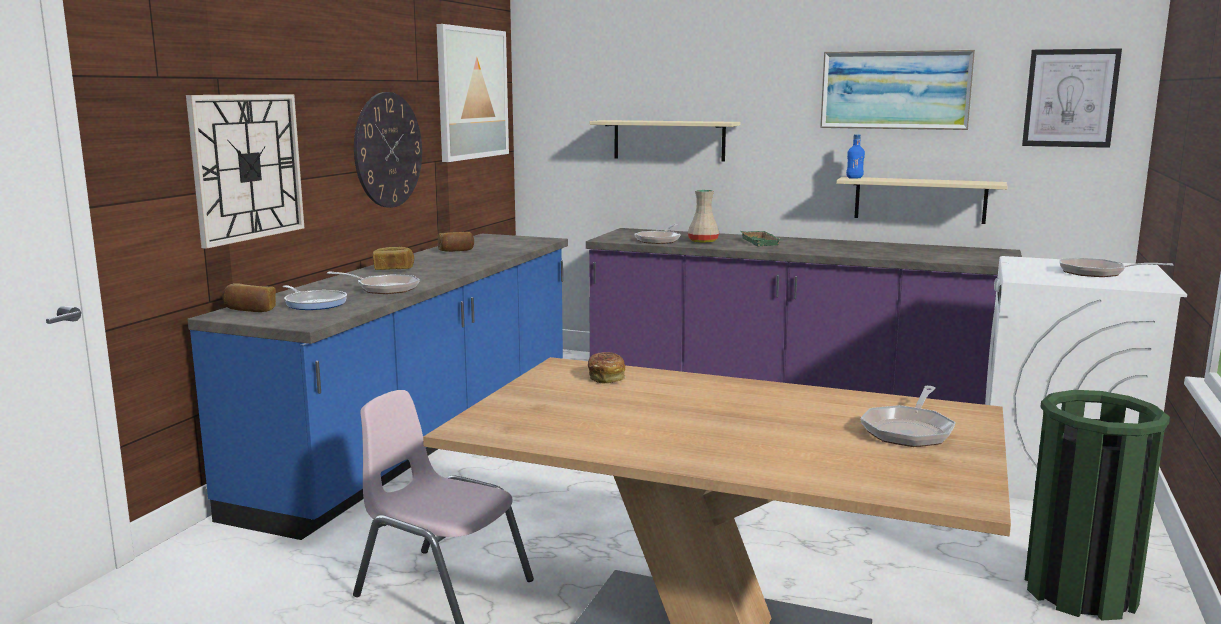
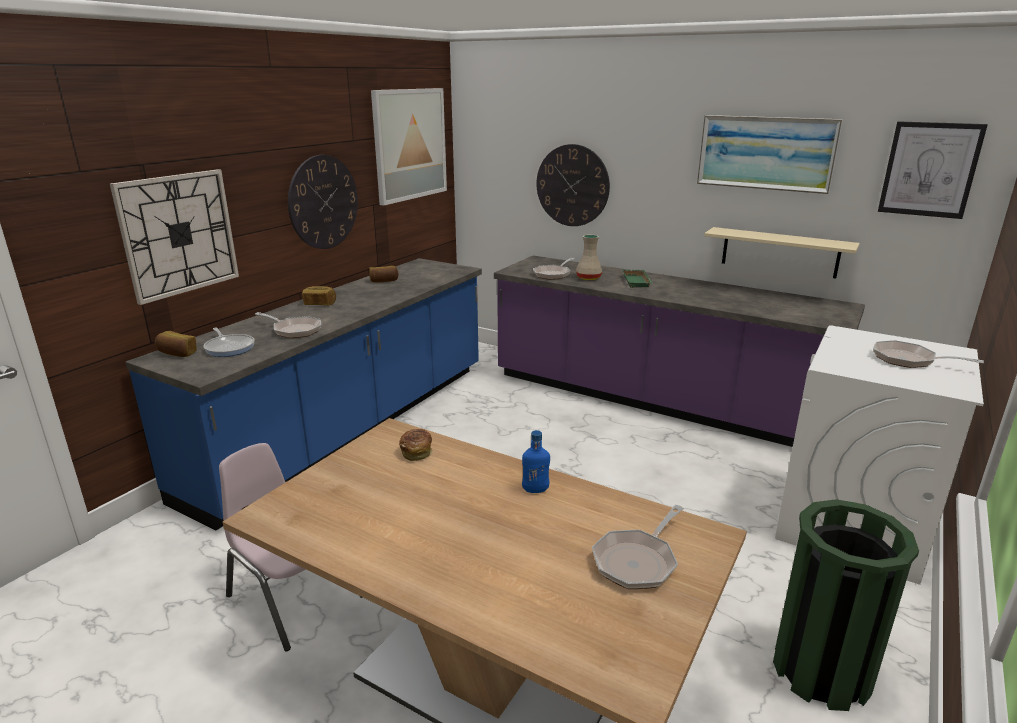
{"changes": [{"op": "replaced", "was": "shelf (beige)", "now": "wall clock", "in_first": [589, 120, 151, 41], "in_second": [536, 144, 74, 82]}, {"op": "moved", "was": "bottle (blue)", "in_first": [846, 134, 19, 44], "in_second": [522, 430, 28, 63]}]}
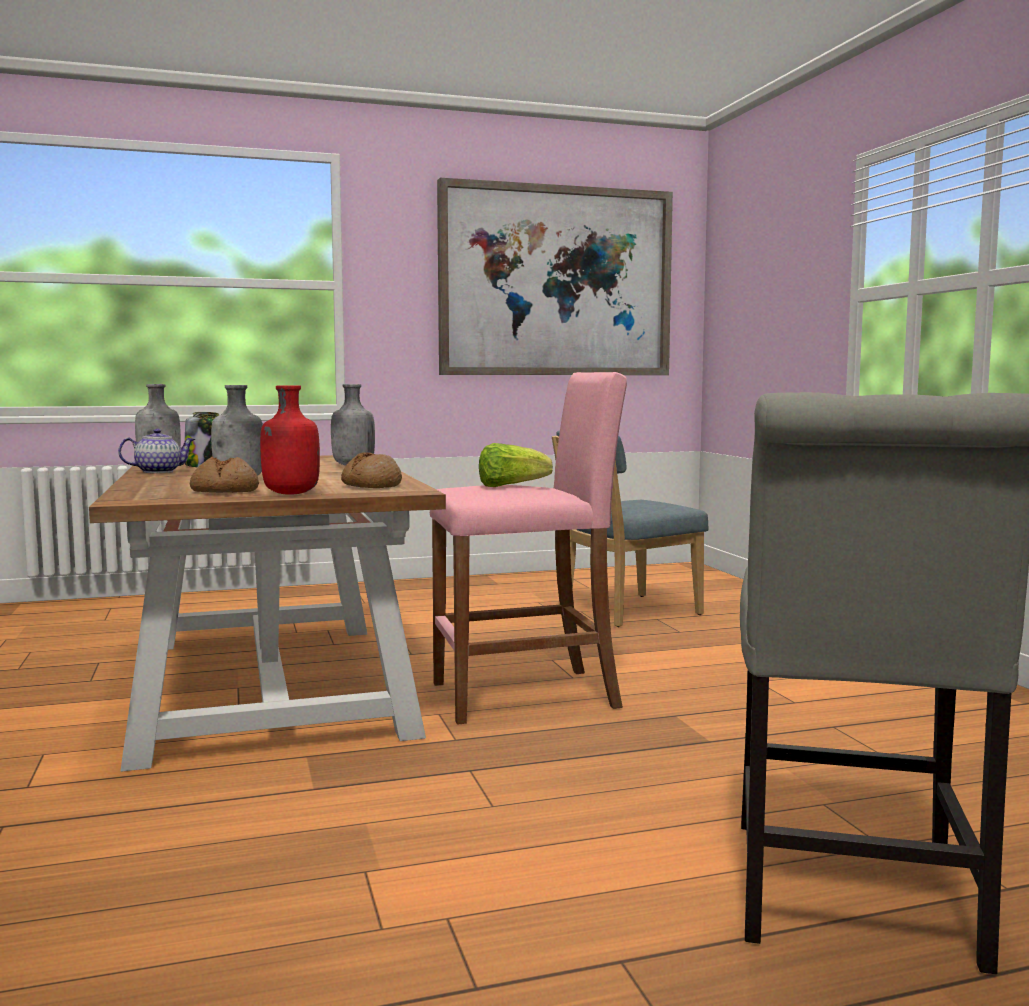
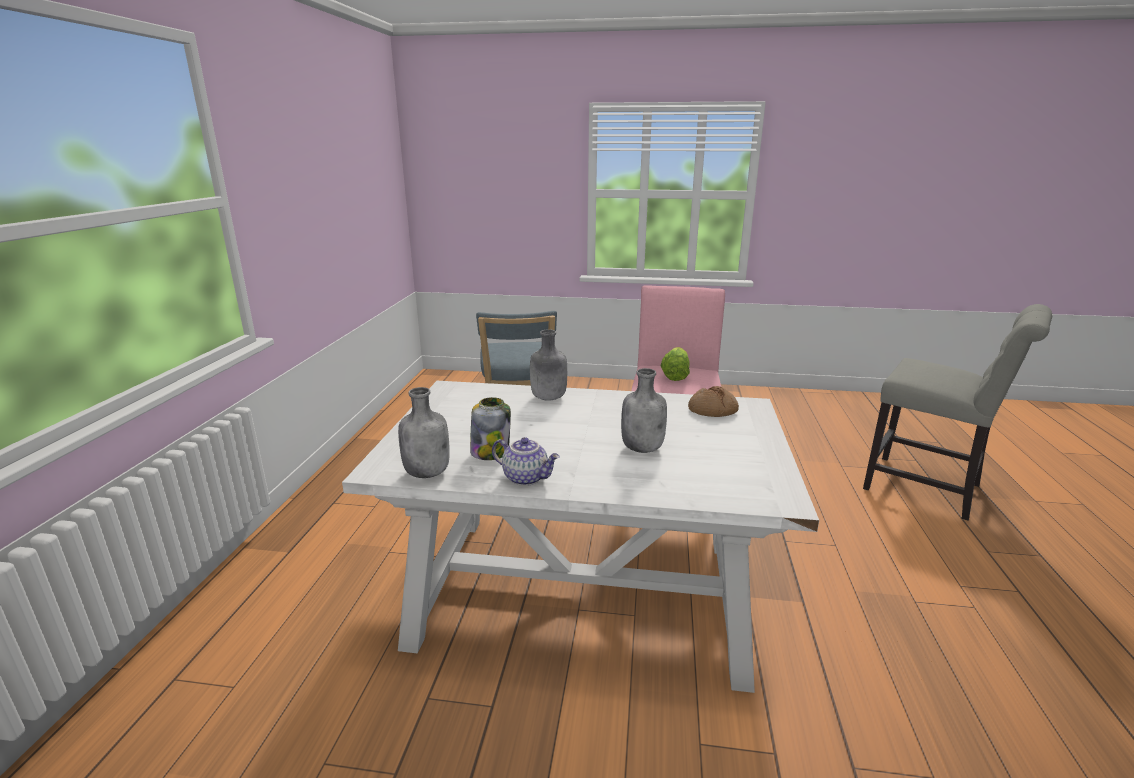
{"changes": [{"op": "recoloured", "was": "dining table (brown)", "now": "dining table (white)", "in_first": [89, 455, 357, 317], "in_second": [342, 381, 477, 312]}, {"op": "turned", "was": "teapot", "in_first": [118, 429, 77, 44], "in_second": [492, 437, 68, 49], "clockwise": 120}, {"op": "removed", "was": "bread", "in_first": [190, 457, 69, 36]}, {"op": "removed", "was": "bottle (red)", "in_first": [260, 385, 60, 110]}, {"op": "removed", "was": "picture", "in_first": [437, 178, 236, 197]}]}
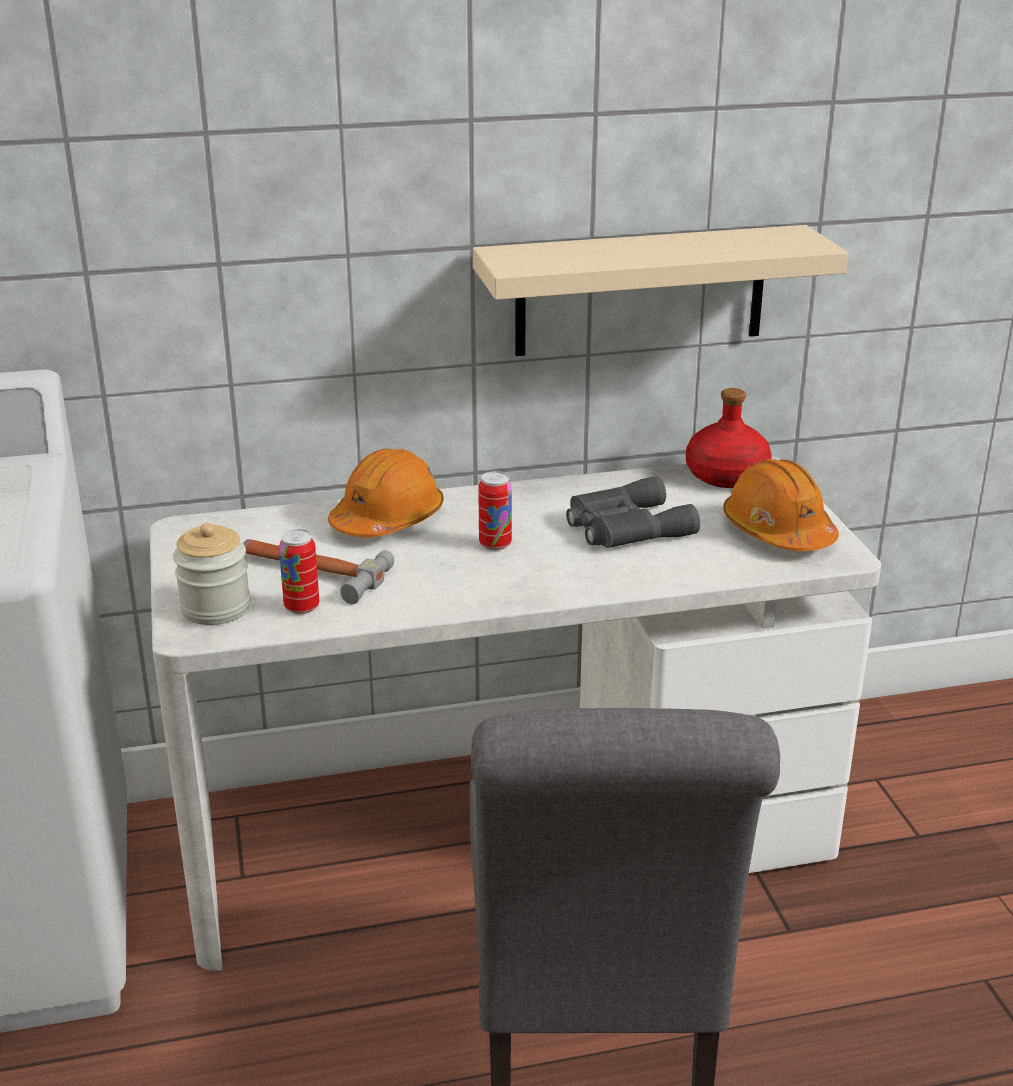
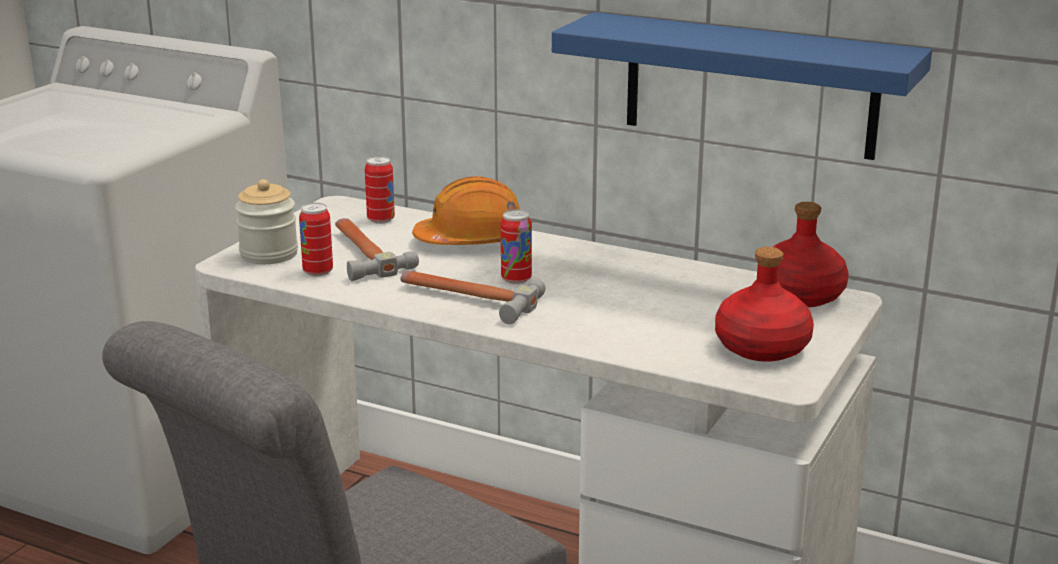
{"changes": [{"op": "recoloured", "was": "shelf (beige)", "now": "shelf (blue)", "in_first": [473, 225, 375, 131], "in_second": [552, 12, 380, 148]}, {"op": "removed", "was": "binoculars (grey)", "in_first": [566, 476, 134, 72]}, {"op": "replaced", "was": "hard hat (orange)", "now": "bottle (red)", "in_first": [723, 459, 116, 92], "in_second": [715, 247, 99, 115]}, {"op": "added", "now": "can", "in_second": [365, 156, 30, 68]}, {"op": "added", "now": "hammer", "in_second": [400, 271, 145, 53]}]}
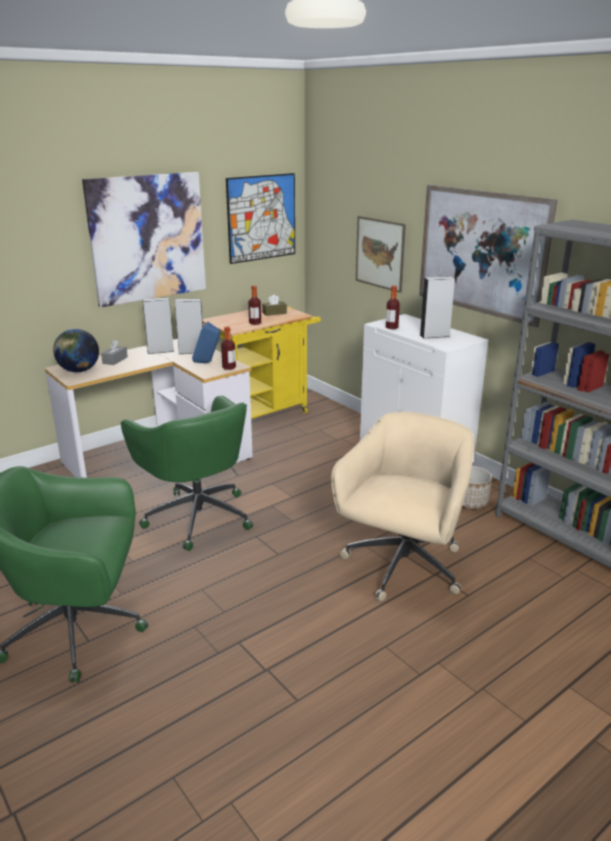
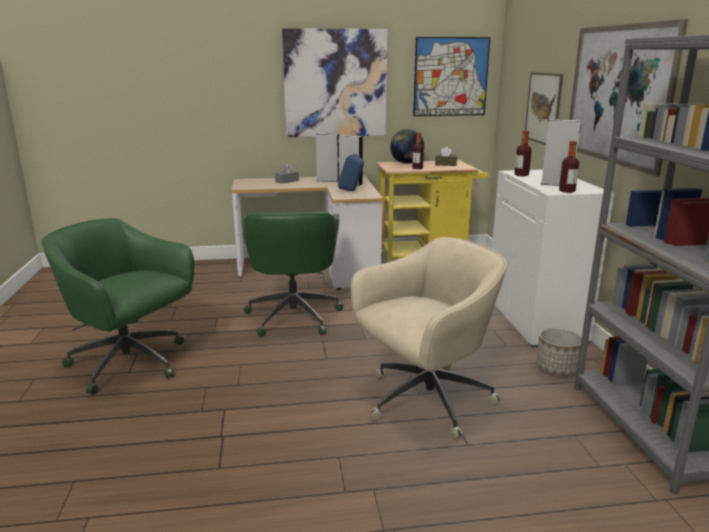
{"changes": [{"op": "moved", "was": "globe", "in_first": [53, 329, 46, 43], "in_second": [390, 129, 34, 35]}, {"op": "moved", "was": "bottle", "in_first": [221, 327, 15, 43], "in_second": [559, 141, 20, 52]}]}
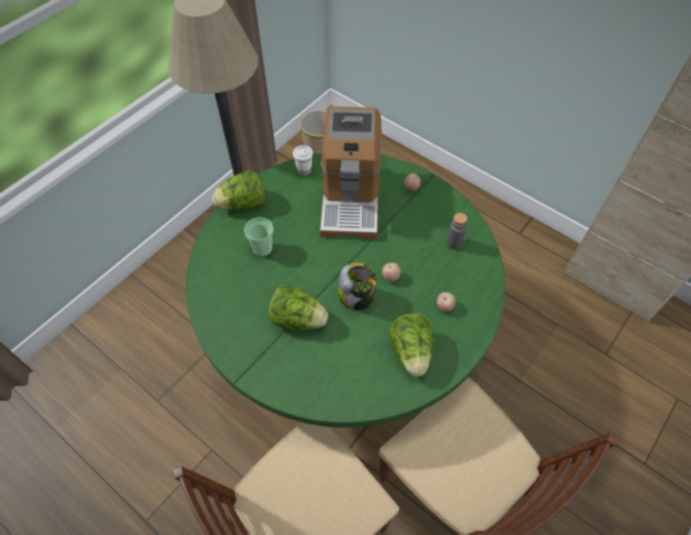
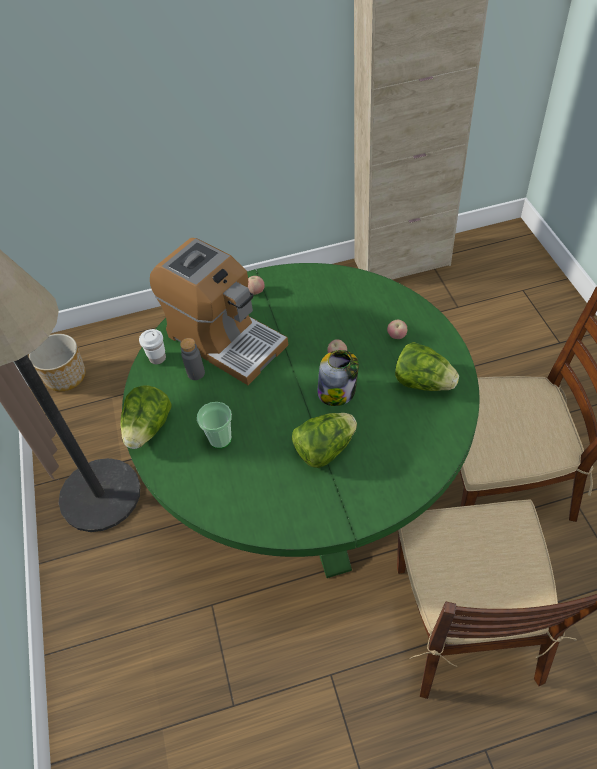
{"changes": [{"op": "moved", "was": "bottle (grey)", "in_first": [446, 213, 21, 36], "in_second": [180, 338, 25, 42]}]}
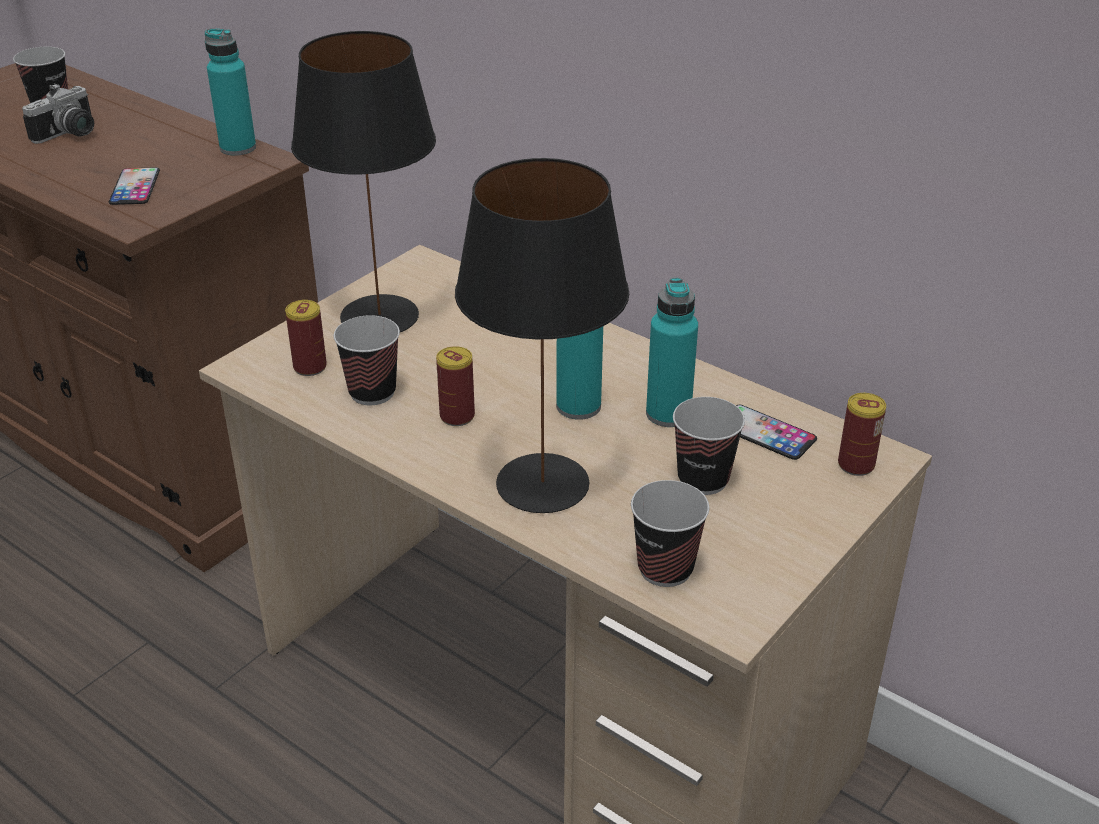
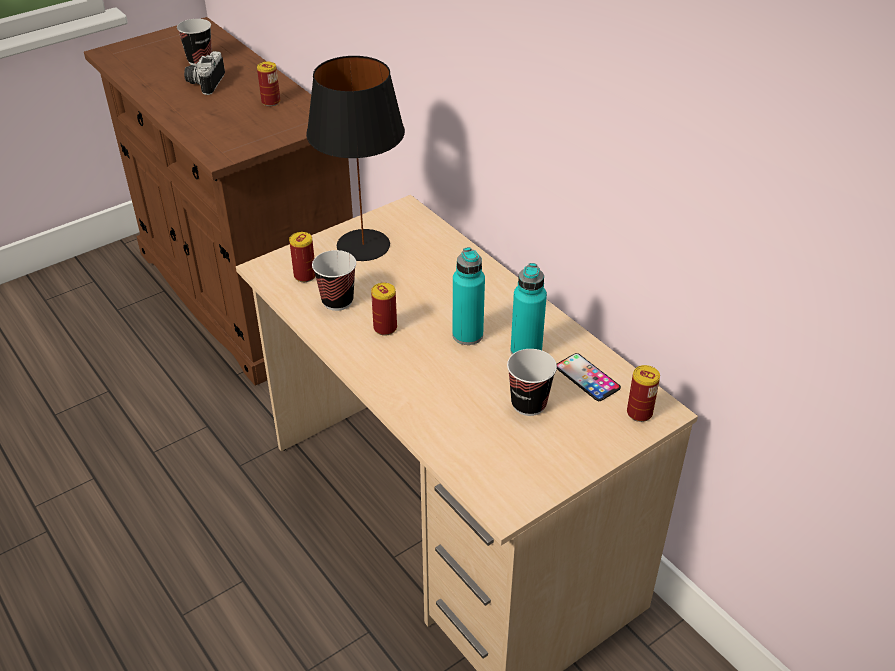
{"changes": [{"op": "turned", "was": "photo camera", "in_first": [22, 84, 72, 60], "in_second": [184, 51, 41, 44], "clockwise": 135}, {"op": "removed", "was": "phone", "in_first": [109, 167, 51, 38]}, {"op": "removed", "was": "bottle (turquoise)", "in_first": [205, 28, 51, 128]}, {"op": "removed", "was": "table lamp (black)", "in_first": [455, 158, 174, 355]}, {"op": "removed", "was": "cup", "in_first": [631, 480, 78, 107]}, {"op": "added", "now": "can", "in_second": [257, 62, 23, 44]}]}
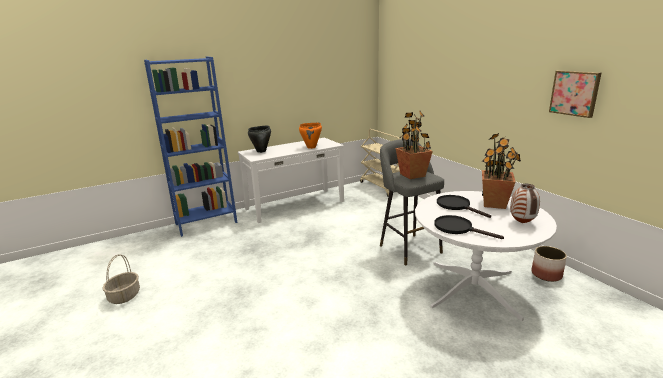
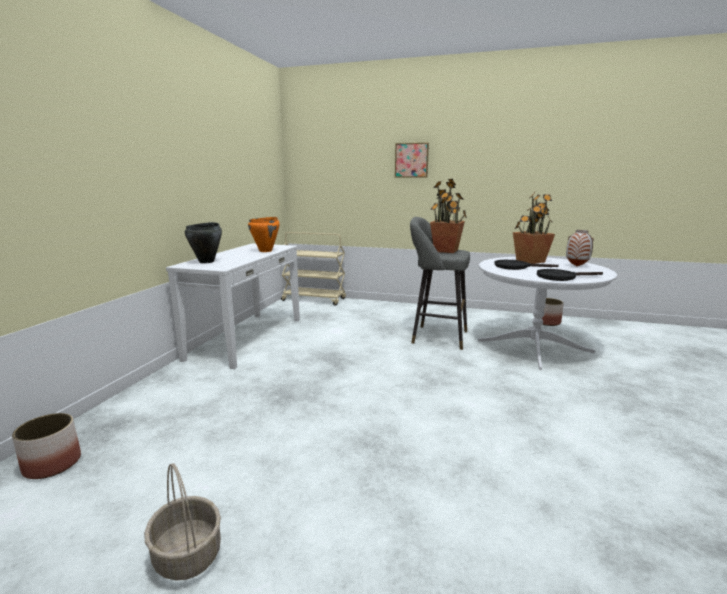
{"changes": [{"op": "removed", "was": "bookcase (blue)", "in_first": [144, 57, 94, 180]}, {"op": "moved", "was": "picture", "in_first": [549, 70, 52, 48], "in_second": [395, 143, 34, 34]}, {"op": "added", "now": "planter", "in_second": [12, 413, 69, 66]}]}
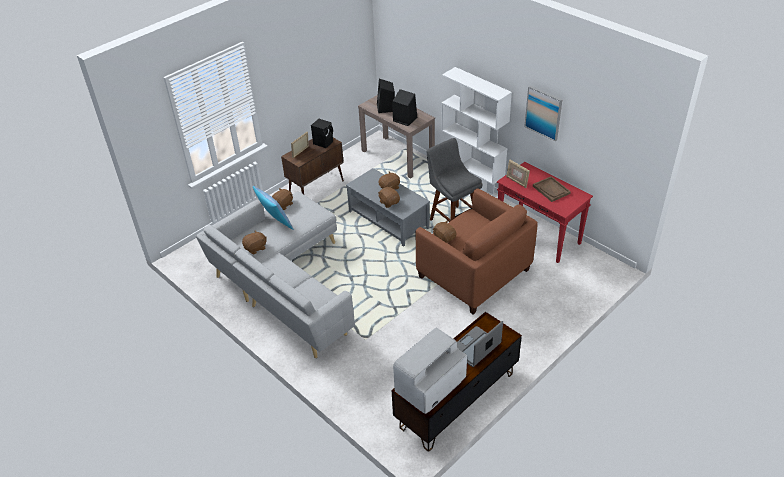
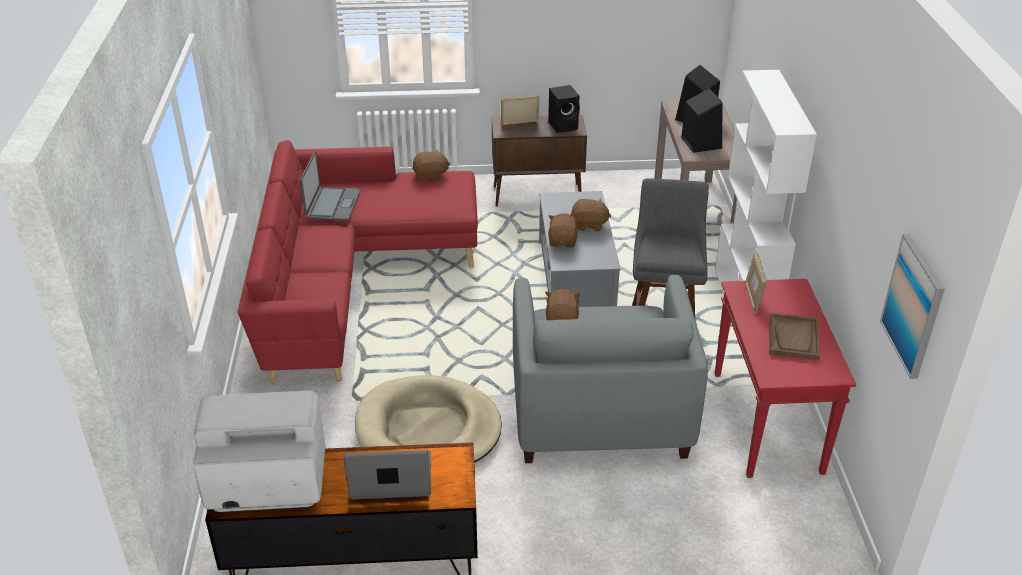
{"changes": [{"op": "recoloured", "was": "sofa (grey)", "now": "sofa (red)", "in_first": [196, 192, 159, 166], "in_second": [238, 140, 240, 244]}, {"op": "replaced", "was": "plush toy (brown)", "now": "laptop", "in_first": [242, 231, 25, 23], "in_second": [300, 151, 61, 70]}, {"op": "removed", "was": "pillow", "in_first": [253, 186, 41, 44]}, {"op": "recoloured", "was": "armchair (brown)", "now": "armchair (grey)", "in_first": [416, 189, 122, 125], "in_second": [513, 275, 195, 188]}, {"op": "moved", "was": "picture", "in_first": [524, 86, 39, 55], "in_second": [880, 234, 65, 145]}, {"op": "added", "now": "dog bed (beige)", "in_second": [355, 375, 147, 88]}]}
